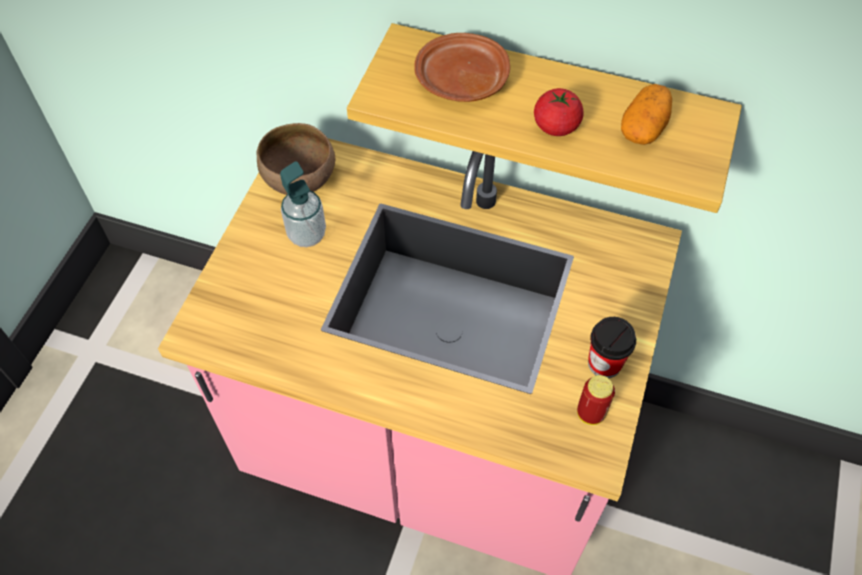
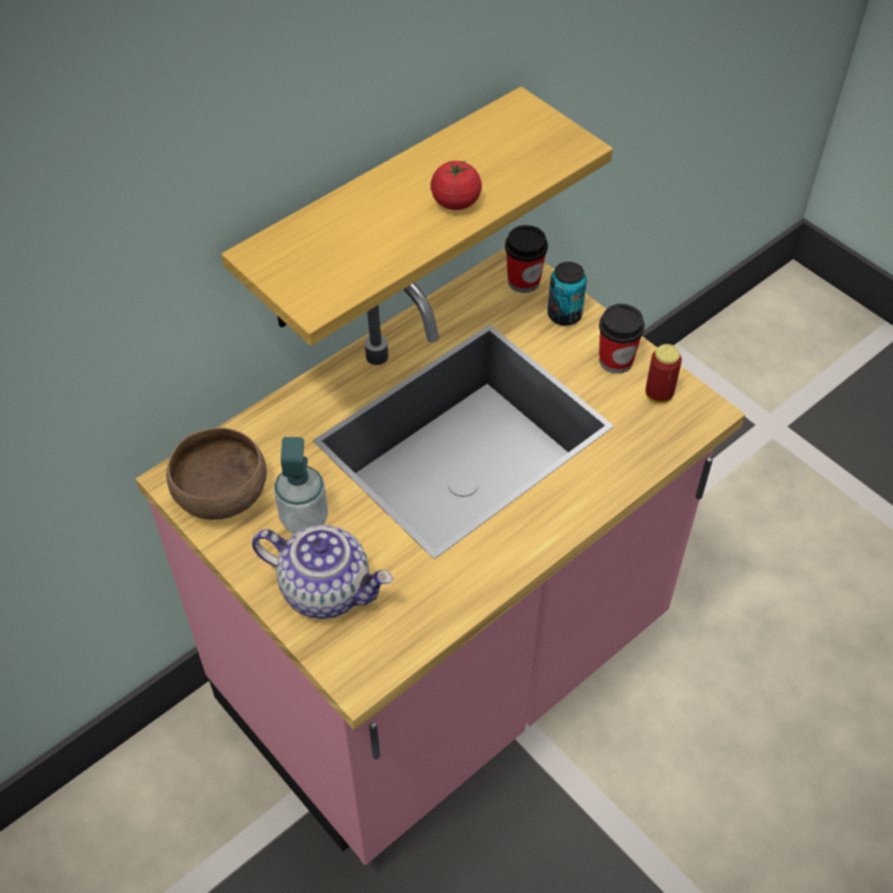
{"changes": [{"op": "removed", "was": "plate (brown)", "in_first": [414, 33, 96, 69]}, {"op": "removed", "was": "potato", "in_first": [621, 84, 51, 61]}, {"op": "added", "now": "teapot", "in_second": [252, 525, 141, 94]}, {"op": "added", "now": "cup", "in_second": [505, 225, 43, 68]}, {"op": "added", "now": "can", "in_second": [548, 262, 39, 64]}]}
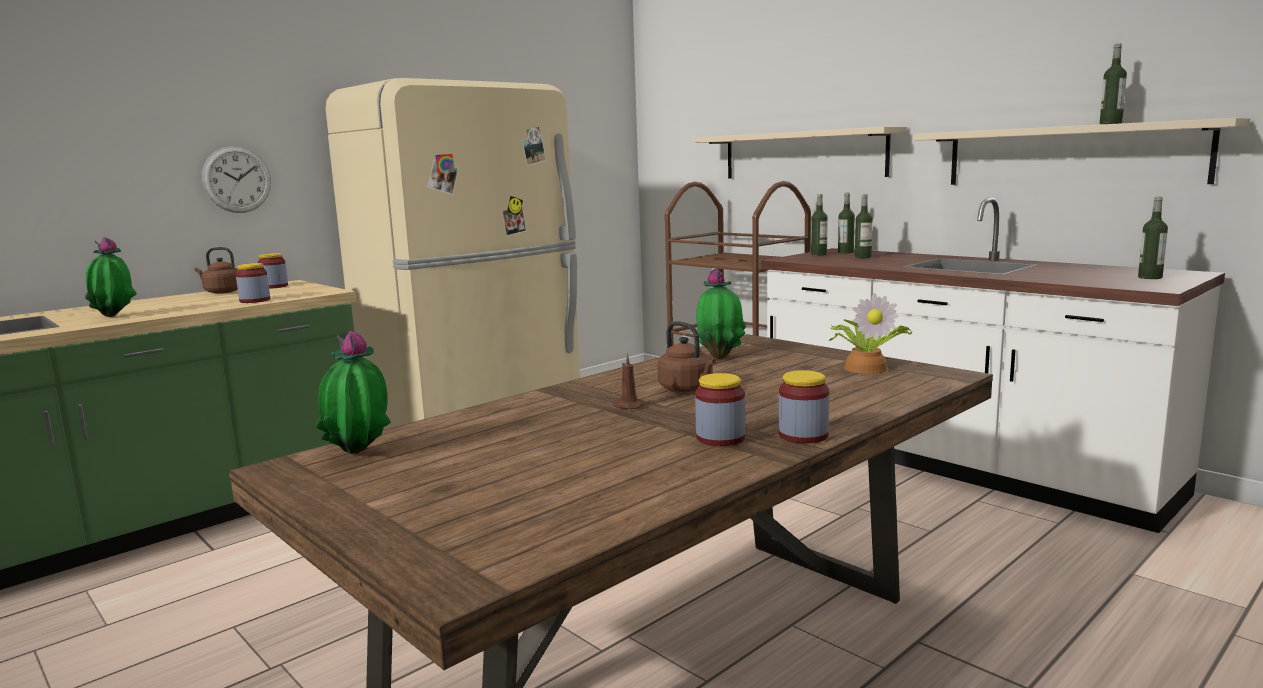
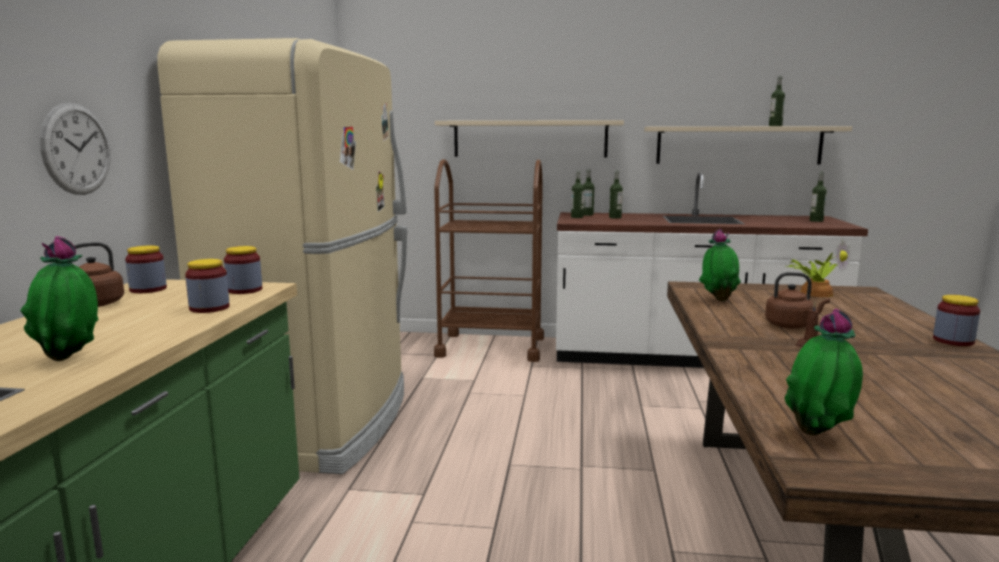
{"changes": [{"op": "moved", "was": "jar", "in_first": [695, 373, 50, 73], "in_second": [224, 246, 38, 48]}]}
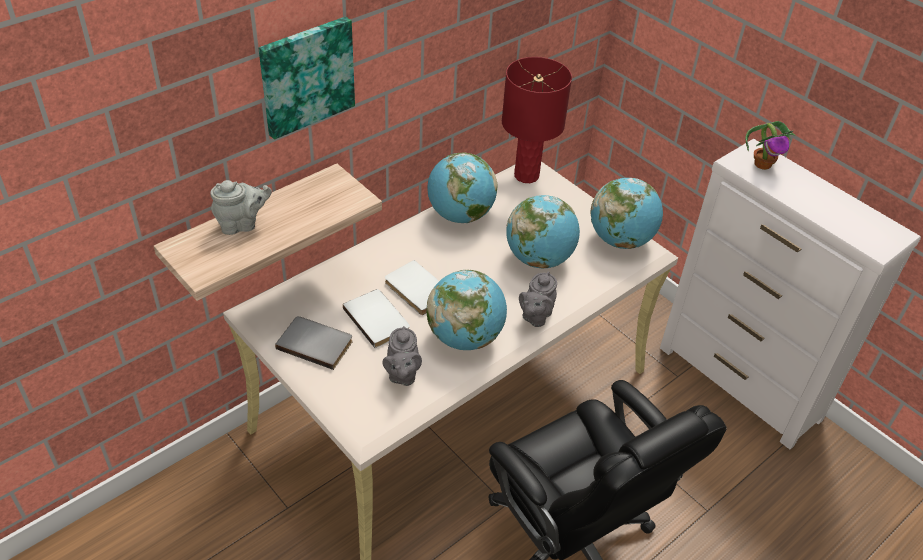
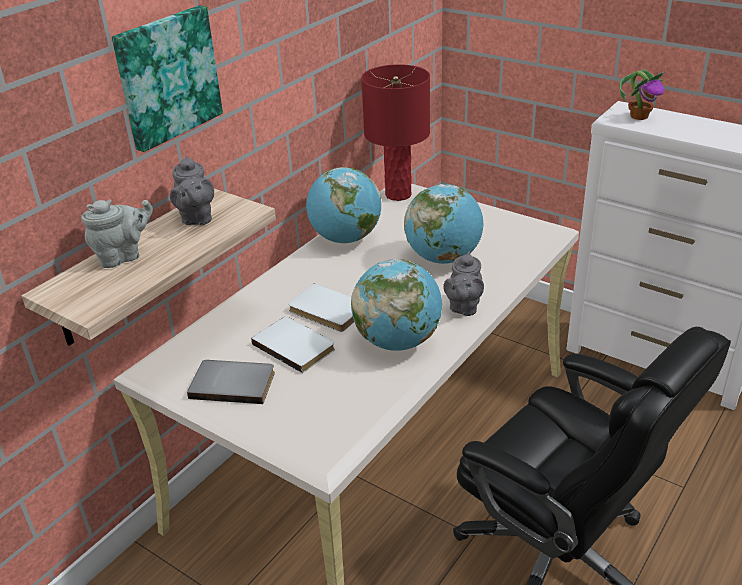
{"changes": [{"op": "moved", "was": "teapot (grey)", "in_first": [382, 326, 40, 60], "in_second": [170, 155, 44, 70]}, {"op": "removed", "was": "globe", "in_first": [591, 178, 72, 71]}]}
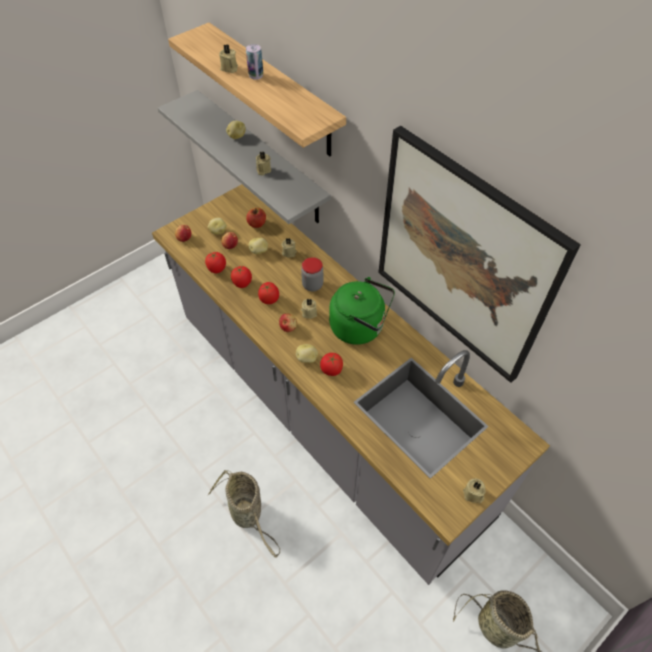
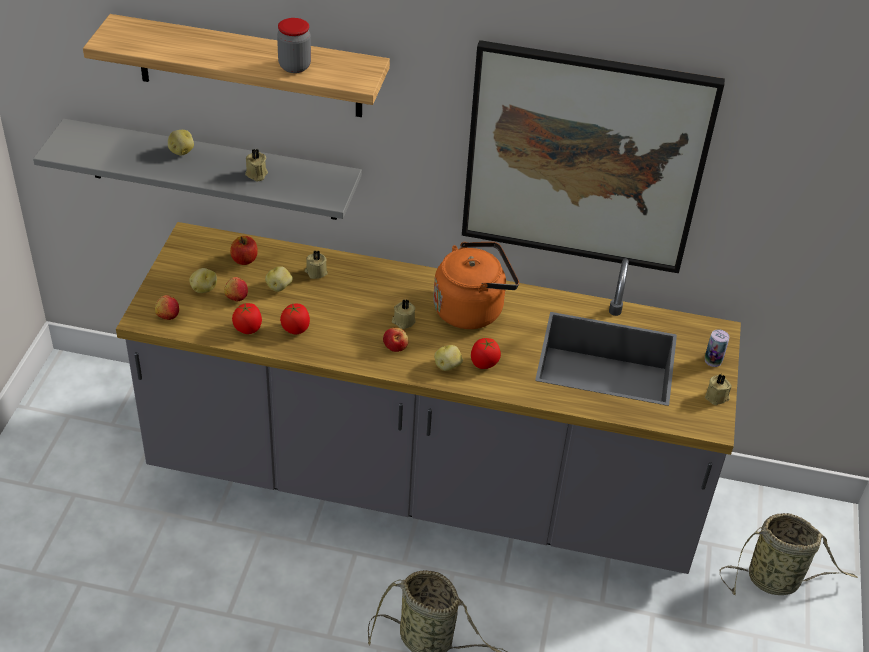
{"changes": [{"op": "removed", "was": "candle (beige)", "in_first": [219, 44, 19, 29]}, {"op": "moved", "was": "can", "in_first": [246, 44, 17, 36], "in_second": [705, 329, 24, 38]}, {"op": "removed", "was": "tomato", "in_first": [258, 282, 21, 22]}, {"op": "moved", "was": "jar", "in_first": [301, 257, 22, 35], "in_second": [277, 18, 34, 55]}, {"op": "recoloured", "was": "kettle (green)", "now": "kettle (orange)", "in_first": [329, 277, 66, 68], "in_second": [433, 242, 86, 87]}]}
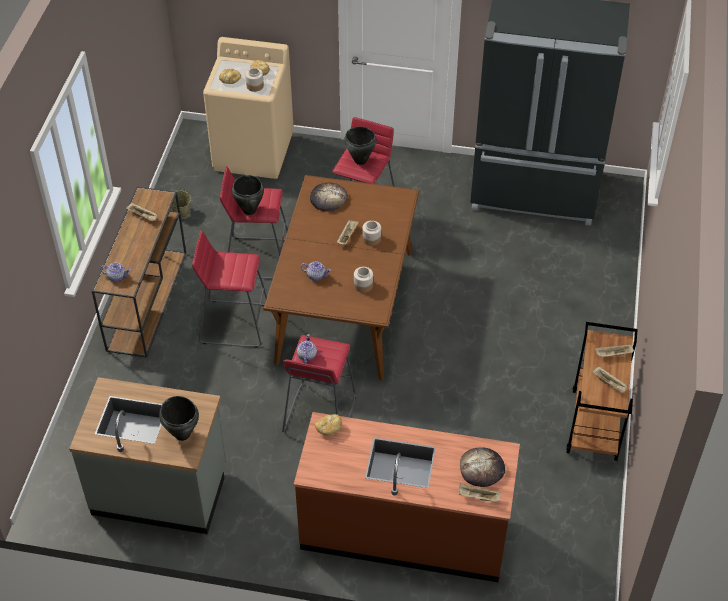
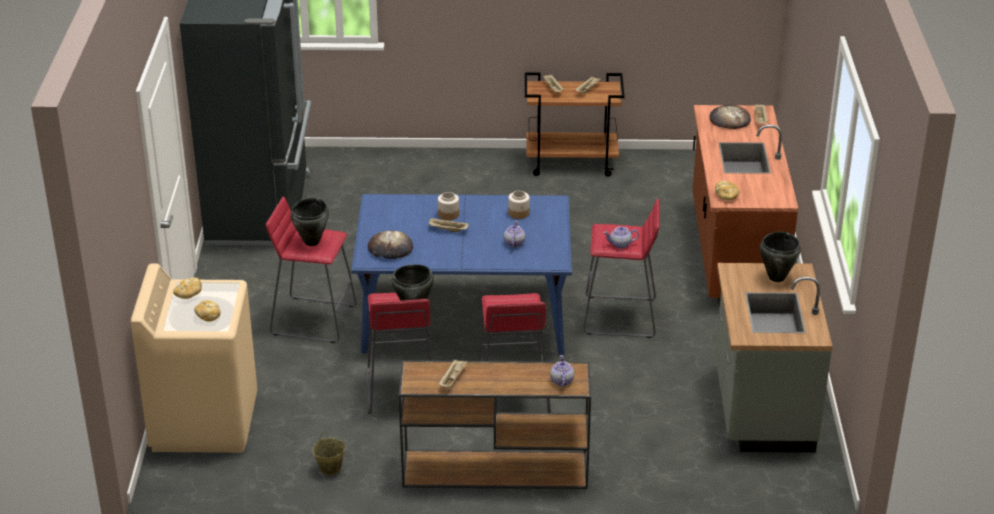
{"changes": [{"op": "removed", "was": "jar", "in_first": [246, 68, 18, 24]}, {"op": "recoloured", "was": "dining table (brown)", "now": "dining table (blue)", "in_first": [263, 175, 156, 206], "in_second": [351, 194, 221, 161]}]}
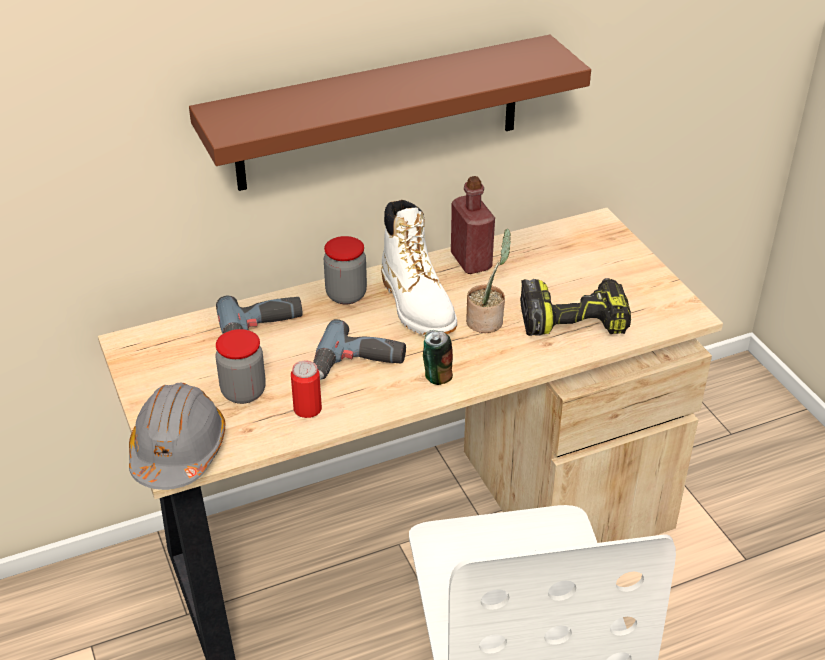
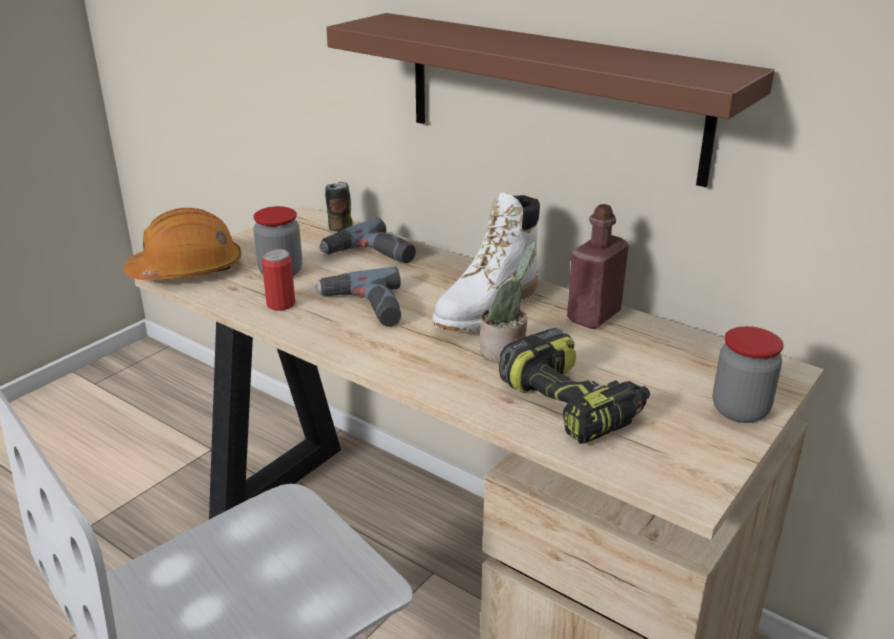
{"changes": [{"op": "recoloured", "was": "hard hat (grey)", "now": "hard hat (orange)", "in_first": [129, 383, 96, 107], "in_second": [124, 208, 118, 72]}, {"op": "moved", "was": "jar", "in_first": [324, 236, 43, 69], "in_second": [712, 326, 72, 97]}, {"op": "moved", "was": "can", "in_first": [423, 330, 30, 55], "in_second": [325, 182, 28, 50]}]}
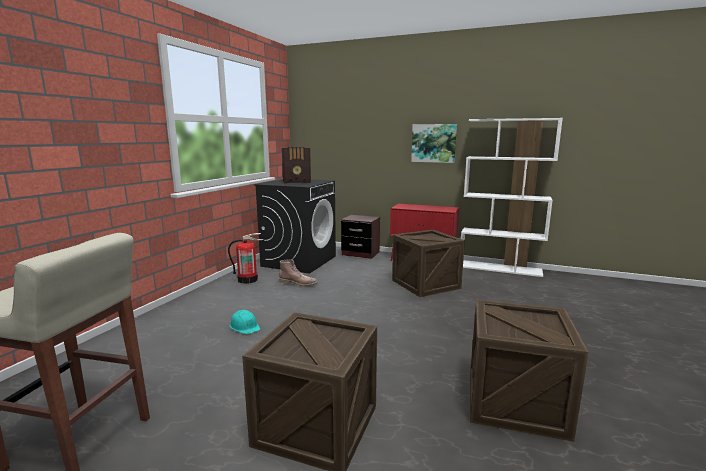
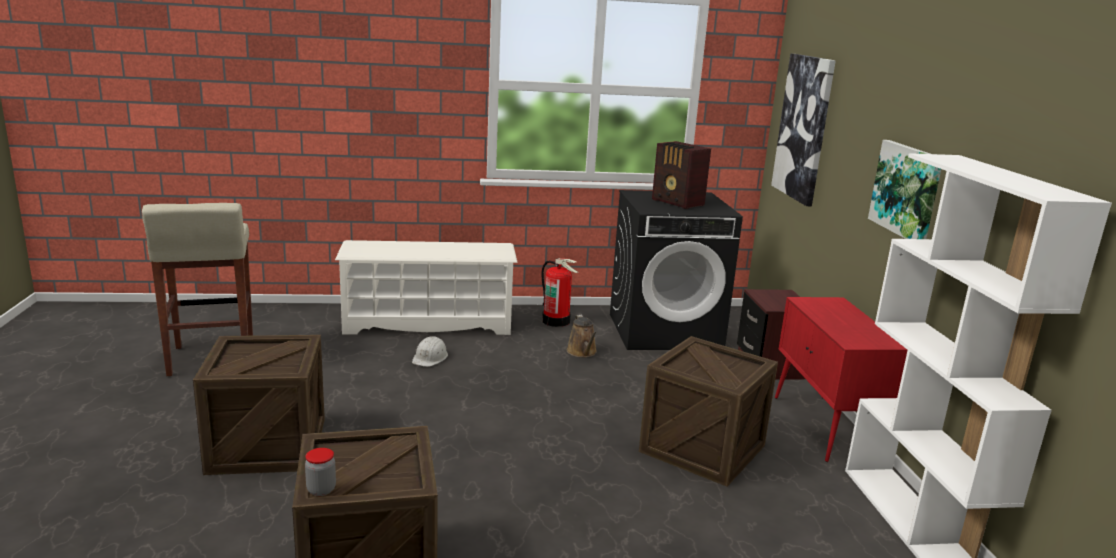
{"changes": [{"op": "recoloured", "was": "hard hat (turquoise)", "now": "hard hat (white)", "in_first": [230, 310, 30, 24], "in_second": [412, 336, 36, 31]}, {"op": "replaced", "was": "boot (brown)", "now": "watering can (brown)", "in_first": [279, 259, 39, 28], "in_second": [567, 315, 30, 42]}, {"op": "added", "now": "jar", "in_second": [305, 448, 31, 48]}, {"op": "added", "now": "shoe rack (white)", "in_second": [335, 240, 183, 95]}, {"op": "added", "now": "picture", "in_second": [771, 54, 65, 152]}]}
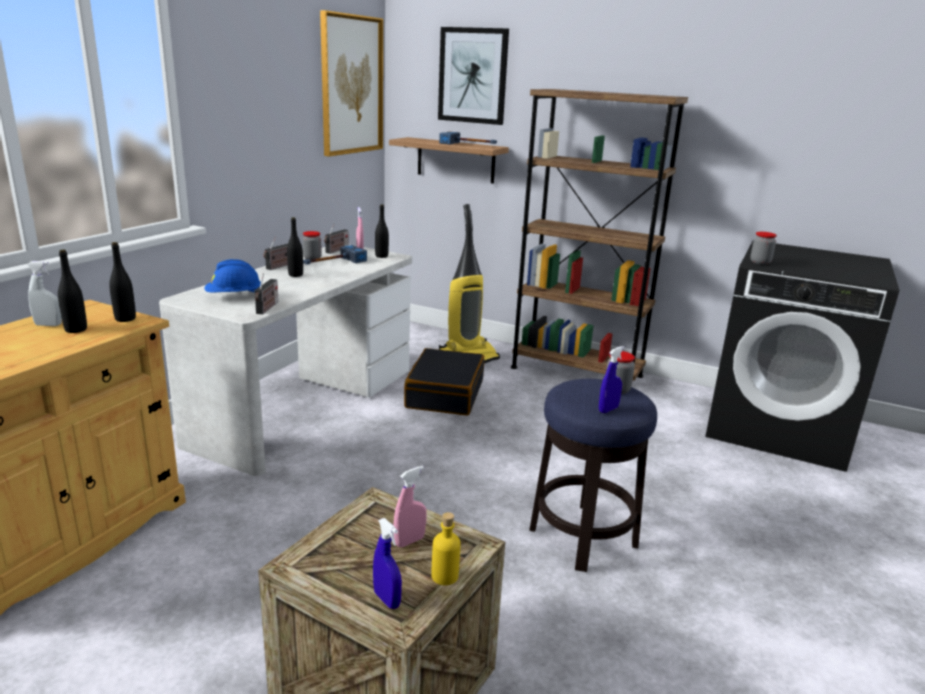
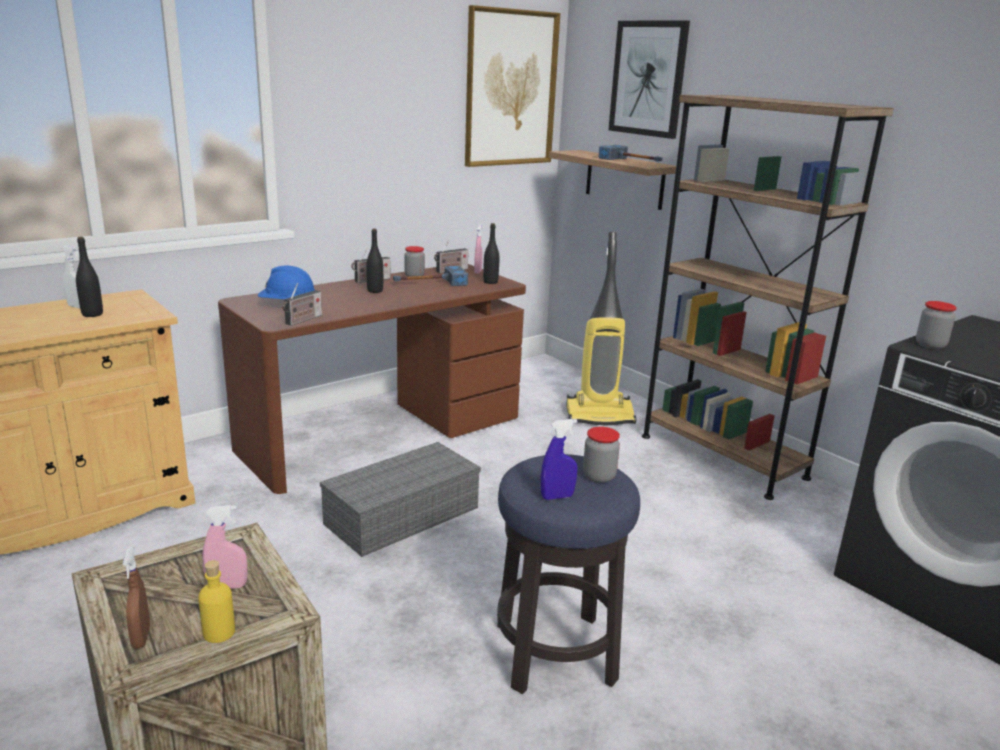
{"changes": [{"op": "removed", "was": "bottle (black)", "in_first": [109, 242, 27, 80]}, {"op": "recoloured", "was": "desk (white)", "now": "desk (brown)", "in_first": [159, 245, 253, 231], "in_second": [218, 264, 308, 230]}, {"op": "recoloured", "was": "spray bottle (blue)", "now": "spray bottle (brown)", "in_first": [373, 518, 29, 91], "in_second": [123, 547, 27, 102]}, {"op": "removed", "was": "suitcase (black)", "in_first": [404, 348, 80, 68]}, {"op": "added", "now": "storage box (grey)", "in_second": [320, 442, 161, 115]}]}
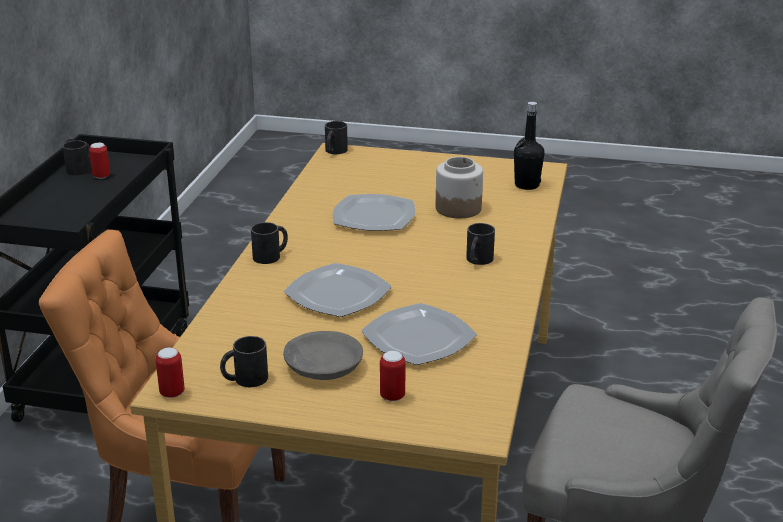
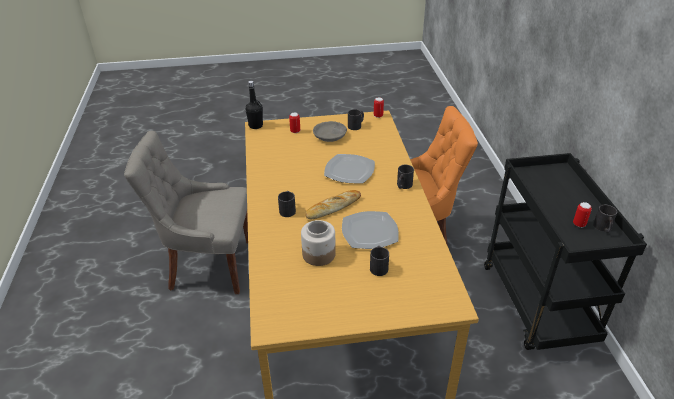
{"changes": [{"op": "moved", "was": "mug (black)", "in_first": [325, 121, 23, 33], "in_second": [370, 246, 19, 30]}, {"op": "removed", "was": "plate", "in_first": [361, 303, 116, 62]}, {"op": "moved", "was": "bottle (black)", "in_first": [514, 102, 30, 88], "in_second": [245, 81, 18, 48]}, {"op": "added", "now": "bread", "in_second": [305, 190, 56, 30]}]}
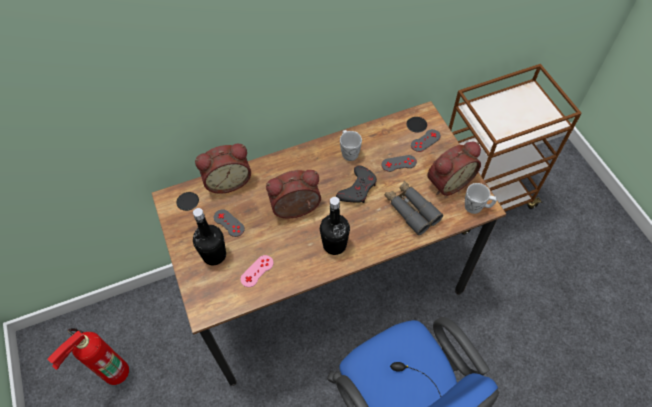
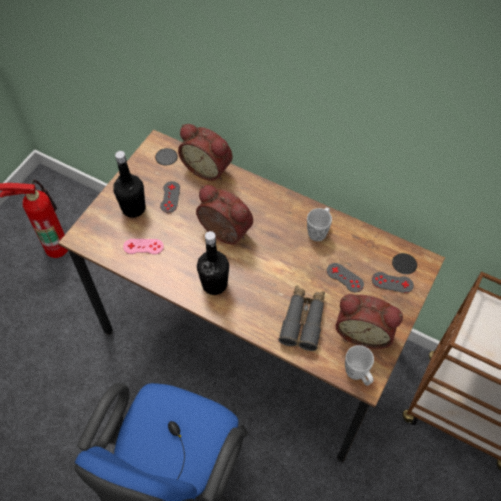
{"changes": [{"op": "removed", "was": "game controller (grey)", "in_first": [336, 166, 41, 37]}]}
